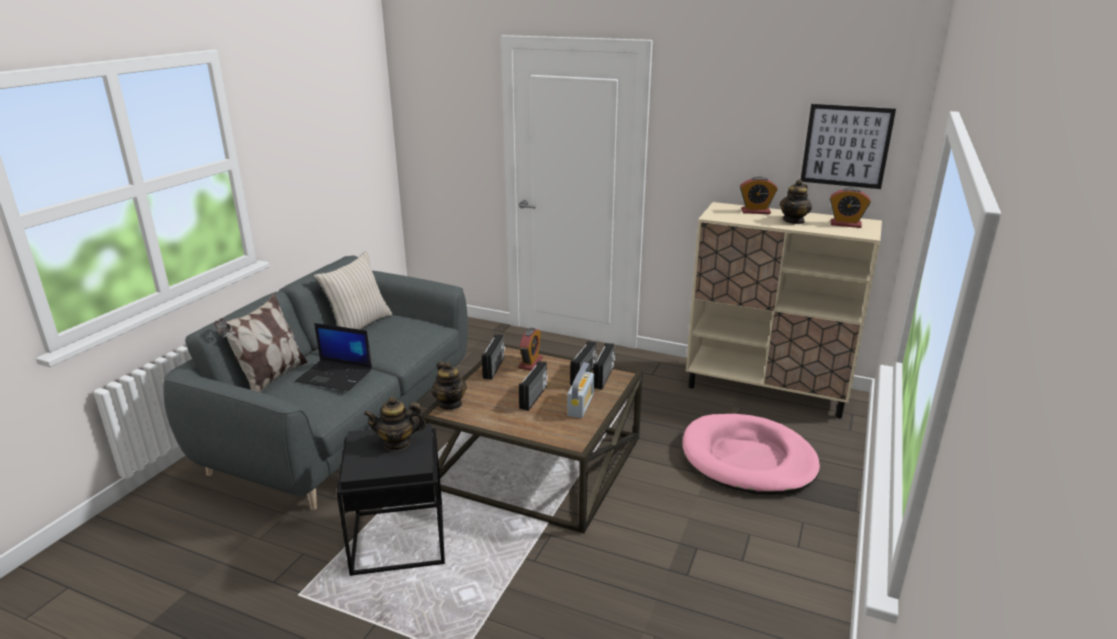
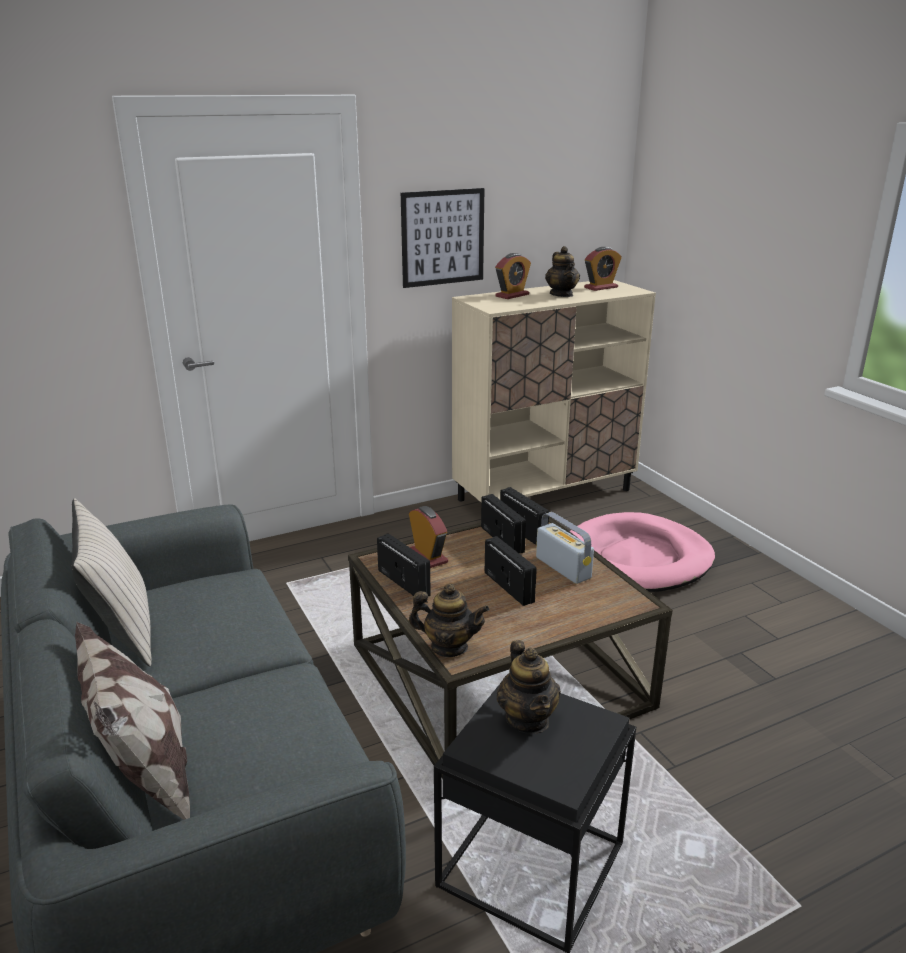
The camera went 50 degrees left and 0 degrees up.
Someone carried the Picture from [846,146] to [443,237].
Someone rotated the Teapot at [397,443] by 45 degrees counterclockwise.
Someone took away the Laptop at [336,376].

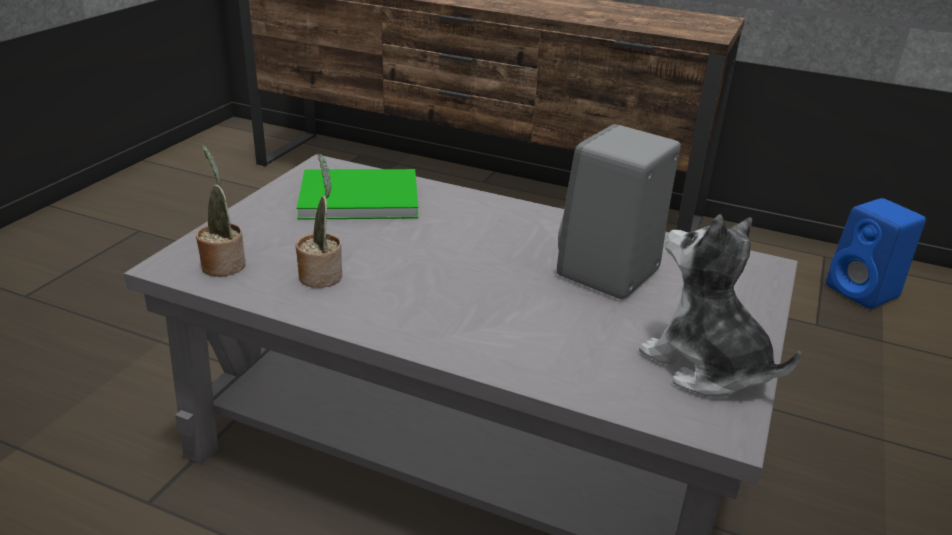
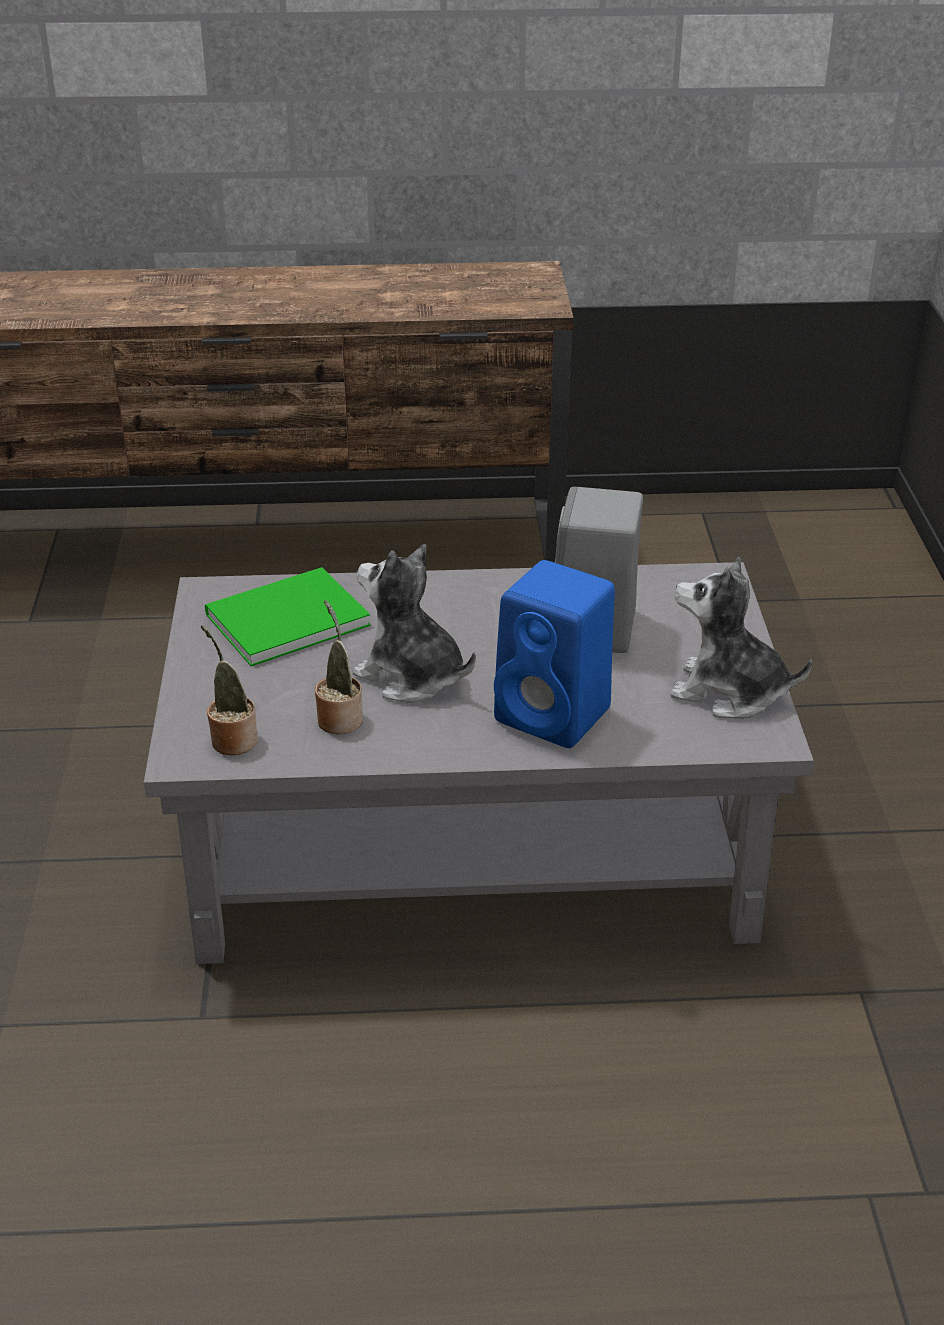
The camera went 25 degrees left and 5 degrees up.
Someone put down the PlushToy at [412,677].
Someone carried the BlueSpeaker from [864,292] to [556,716].

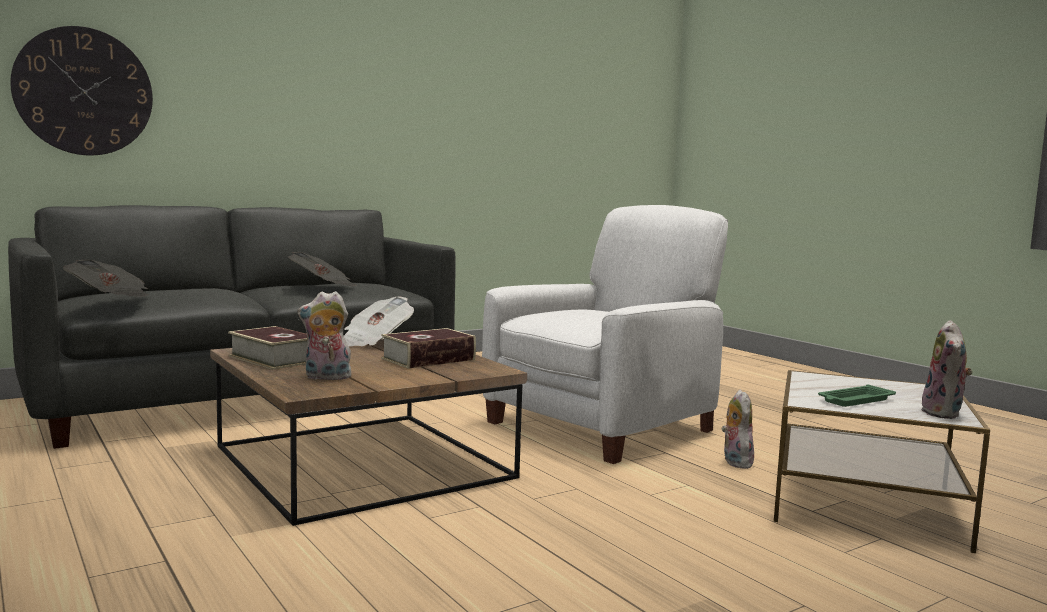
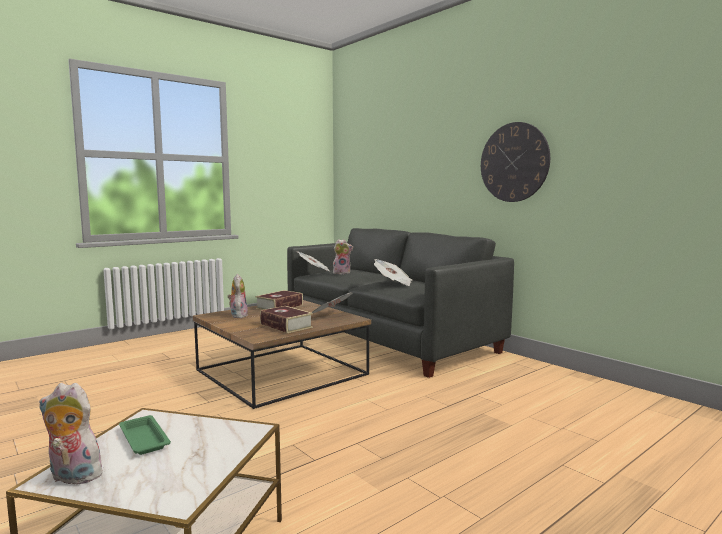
The camera went 85 degrees right and 0 degrees up.
Someone carried the PlushToy from [735,462] to [342,273].
Someone carried the WallClock from [84,91] to [514,162].
Someone took away the WhiteArmchair at [602,426].

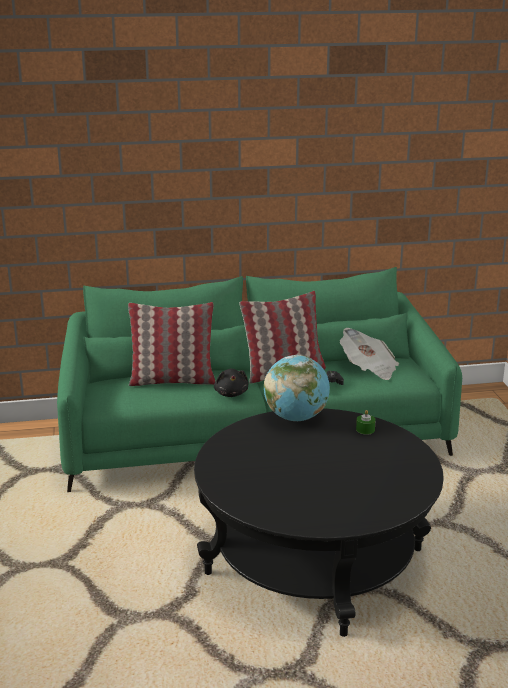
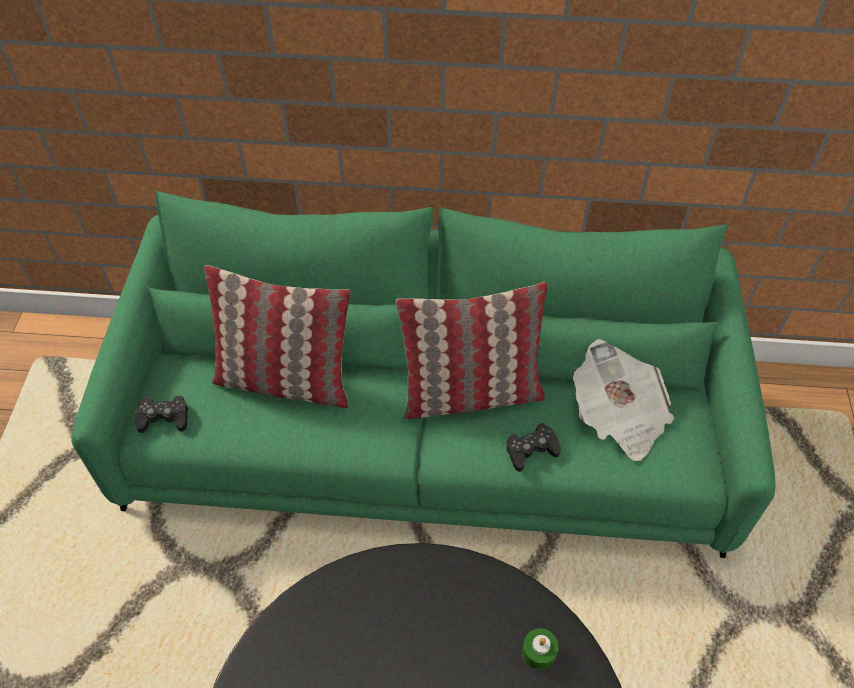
The camera went 15 degrees right and 30 degrees up.
Someone put down the BlackGameController at [164,417].
Someone took away the BlackPlushToy at [231,393].
Someone took away the Globe at [296,418].

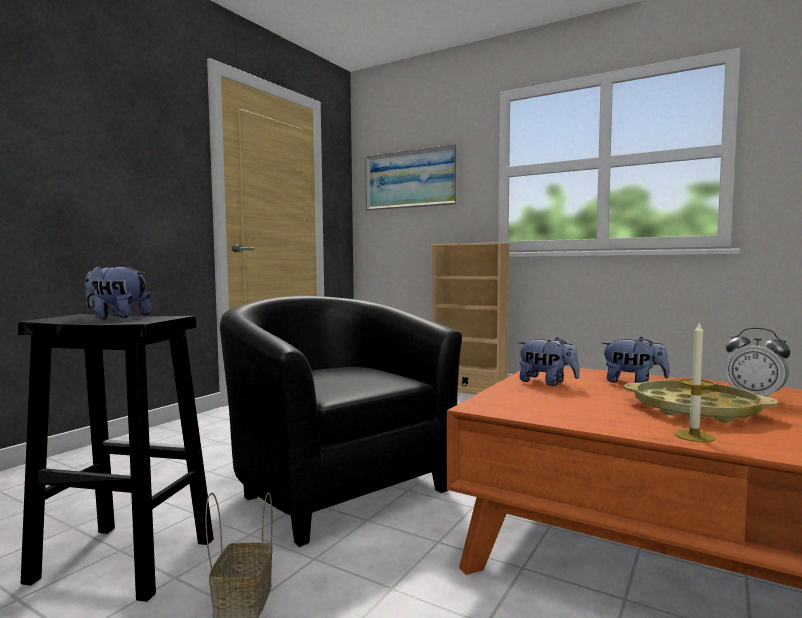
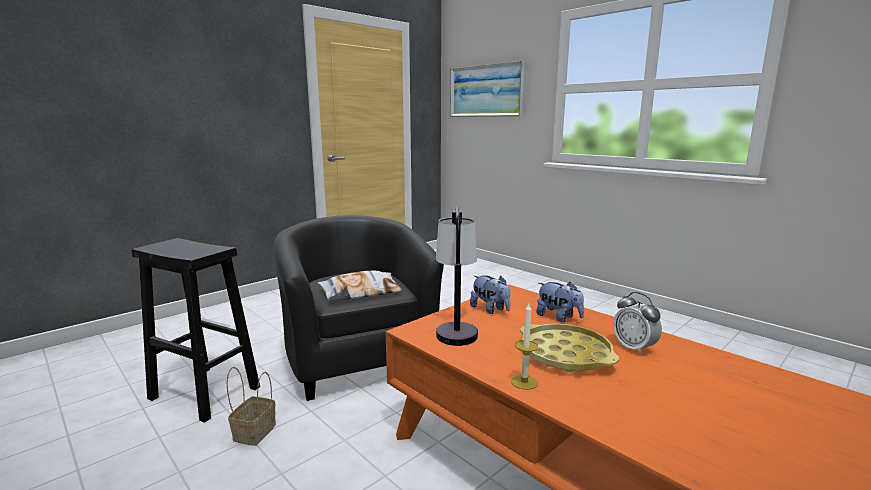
The camera went 15 degrees right and 10 degrees up.
Someone put down the Pillow at [360,292].
Someone put down the TableLamp at [455,327].
Someone took away the PlushToy at [117,317].
Someone took away the BeigeBookcase at [469,390].

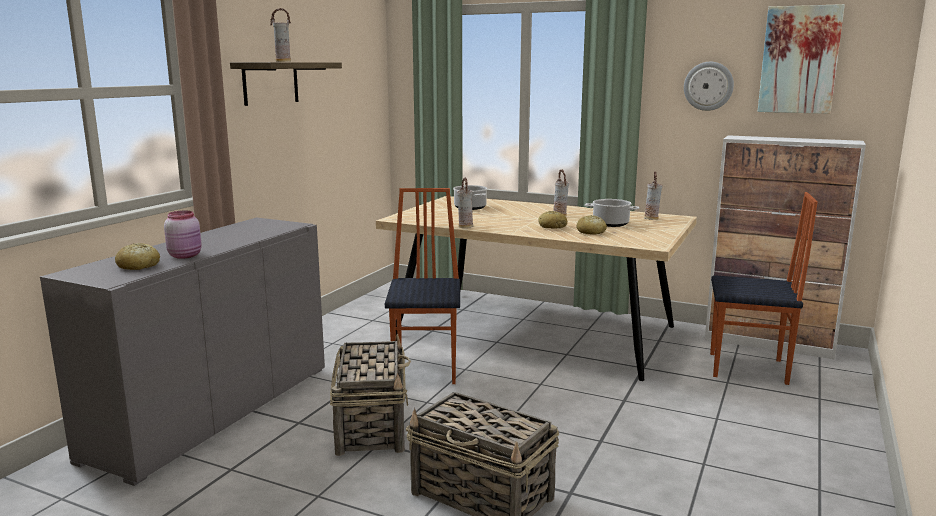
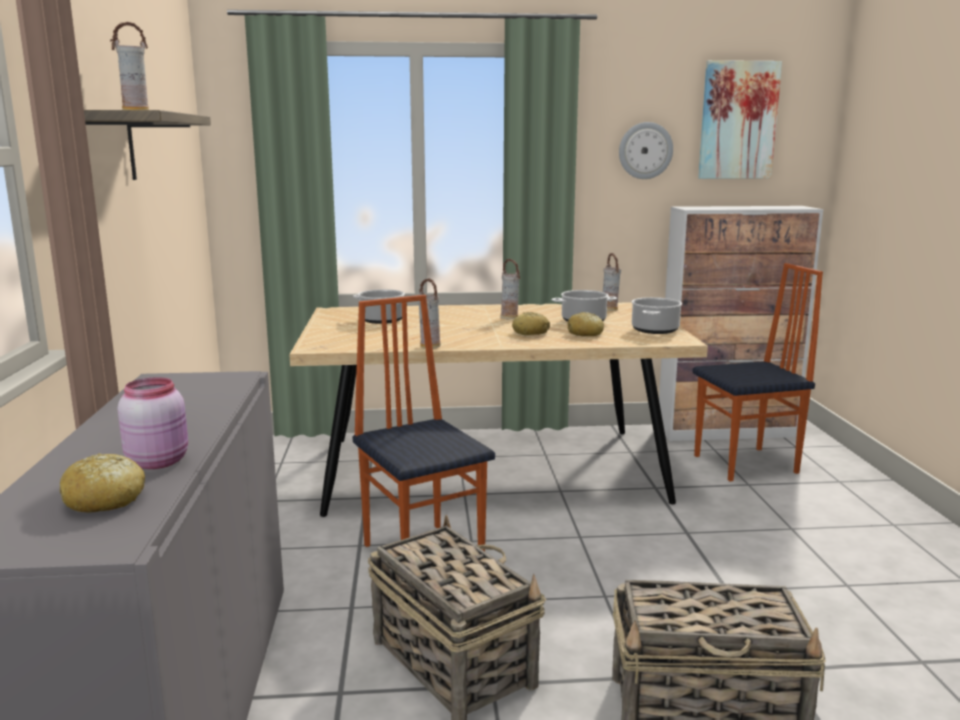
The camera went 30 degrees left and 0 degrees up.
Someone put down the CookingPot at [655,330].

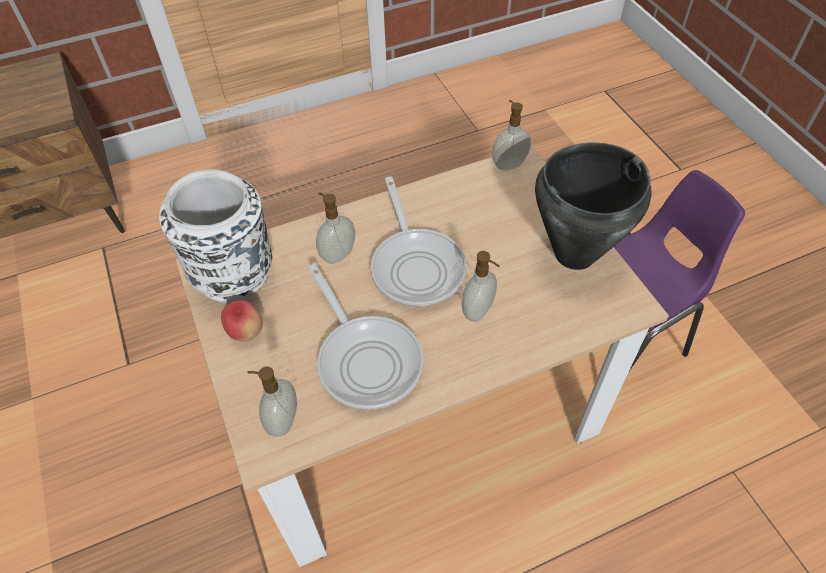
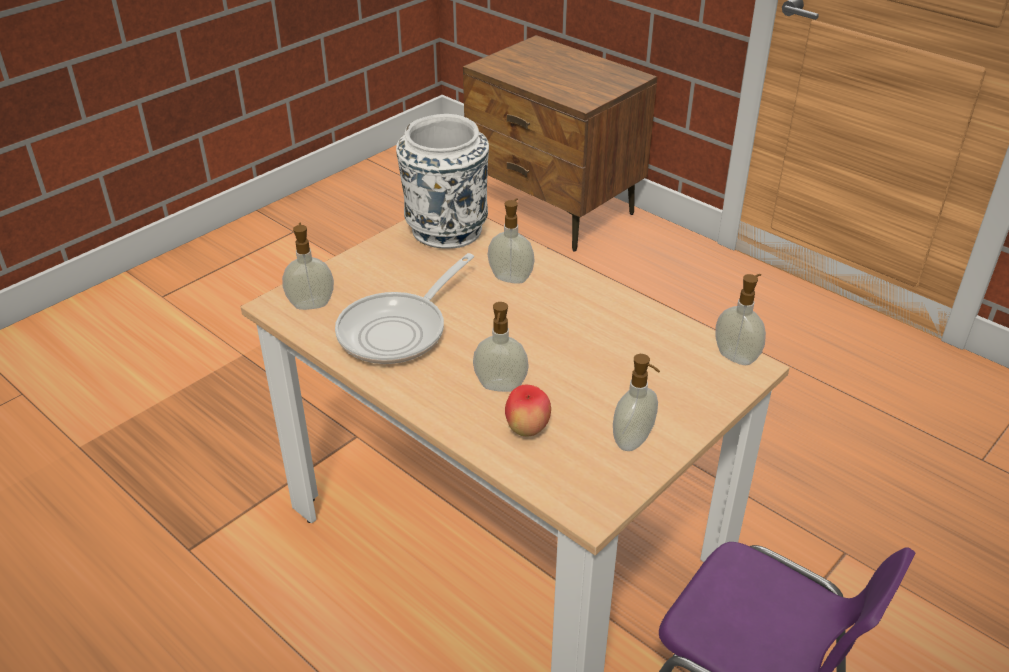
The camera went 65 degrees right and 15 degrees down.
Someone carried the Apple from [246,333] to [527,430].
Someone swapped the BlackCookingPot at [573,254] for the SoapDispenser at [634,441].
Someone took away the FryingPan at [416,265].

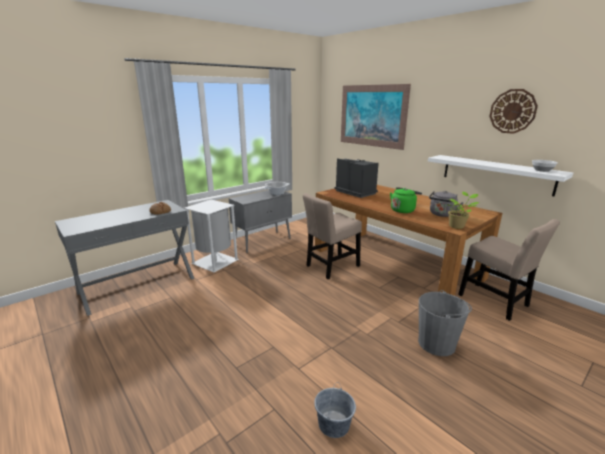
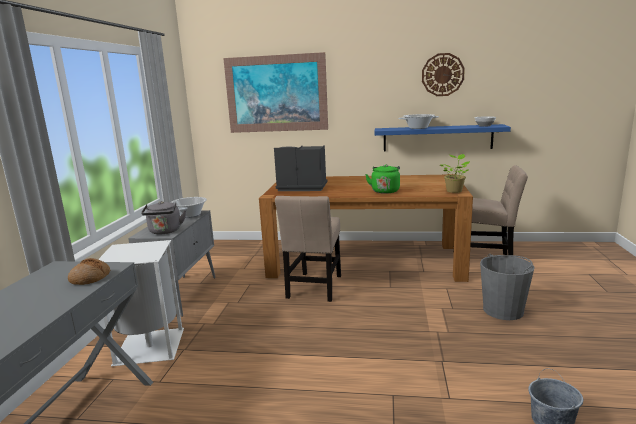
The camera went 40 degrees left and 5 degrees down.
Someone carried the GreyKettle from [442,214] to [165,232].
Someone repainted the WhiteShelf at [496,174], which became the BlueShelf at [437,138].
Someone put down the CookingPot at [418,128].

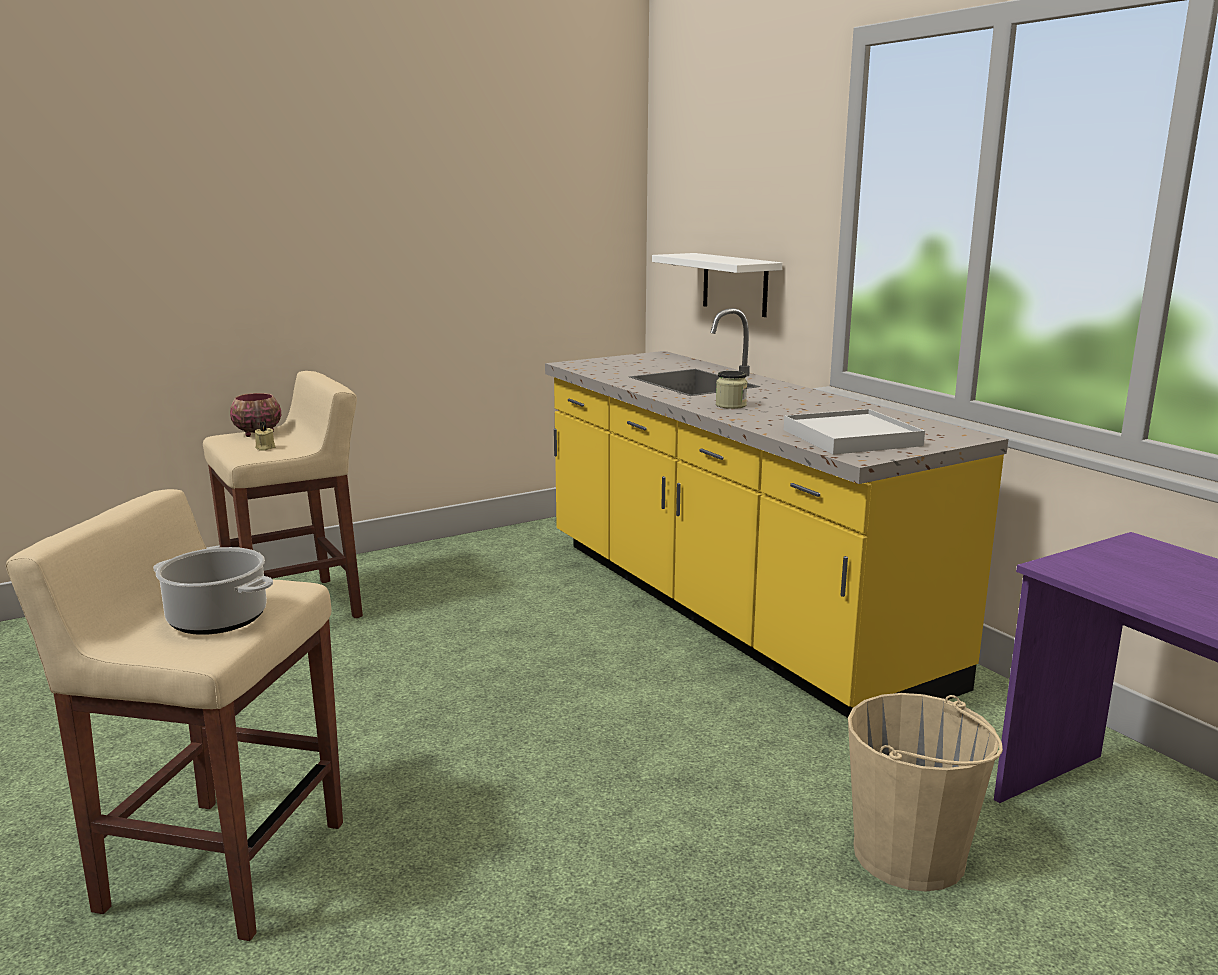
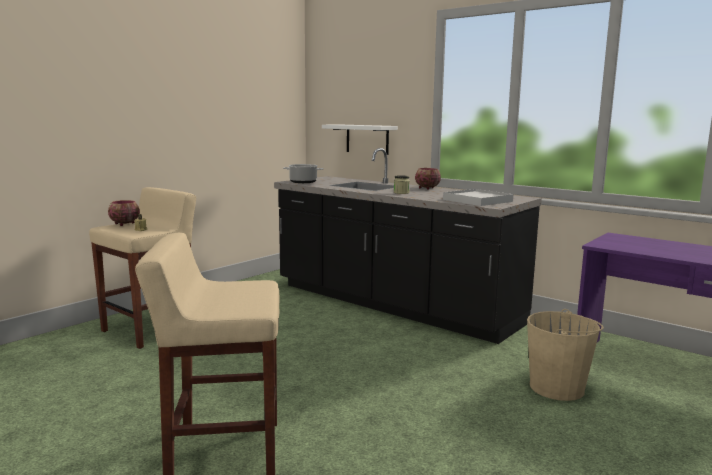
The camera went 20 degrees left and 5 degrees down.
Someone repainted the YellowCounter at [729,610], which became the BlackCounter at [393,304].
Someone carried the CookingPot from [216,619] to [302,182].
Someone put down the Bowl at [426,188].

